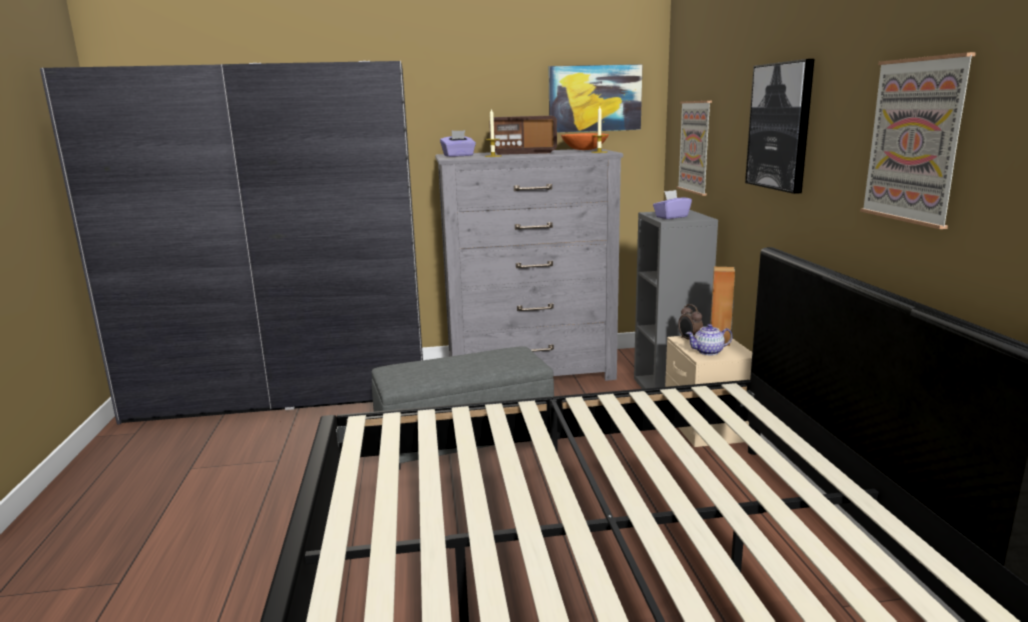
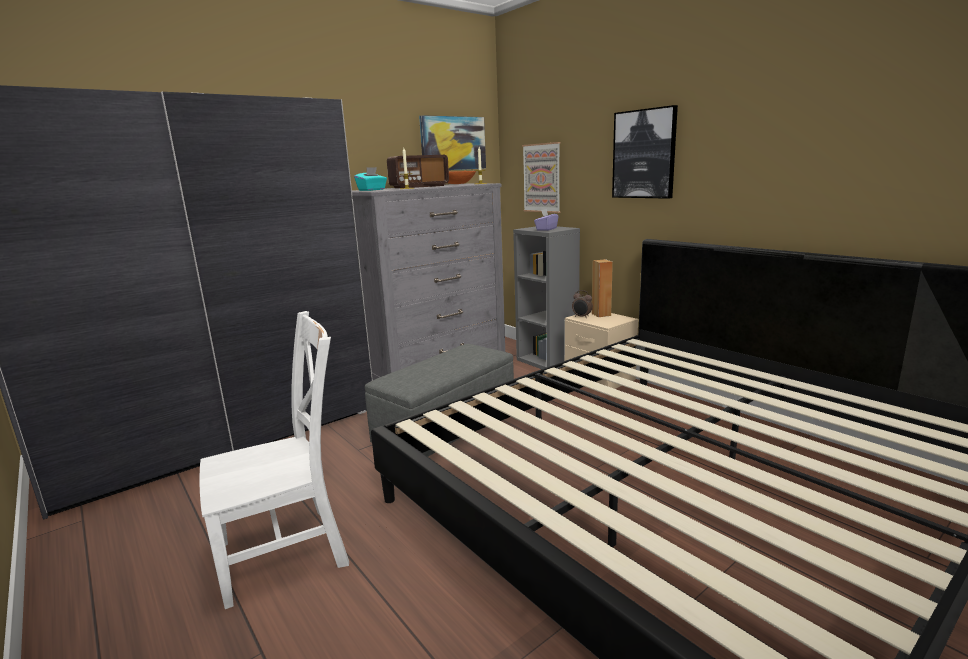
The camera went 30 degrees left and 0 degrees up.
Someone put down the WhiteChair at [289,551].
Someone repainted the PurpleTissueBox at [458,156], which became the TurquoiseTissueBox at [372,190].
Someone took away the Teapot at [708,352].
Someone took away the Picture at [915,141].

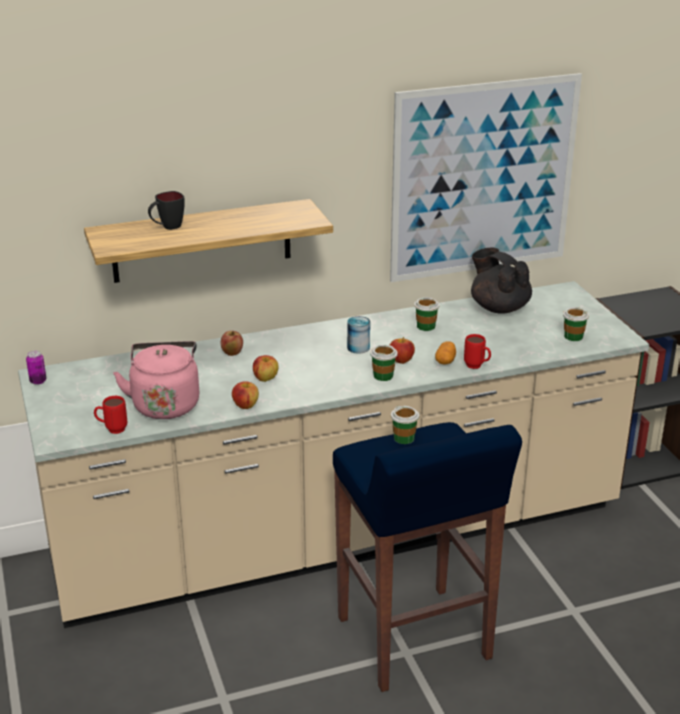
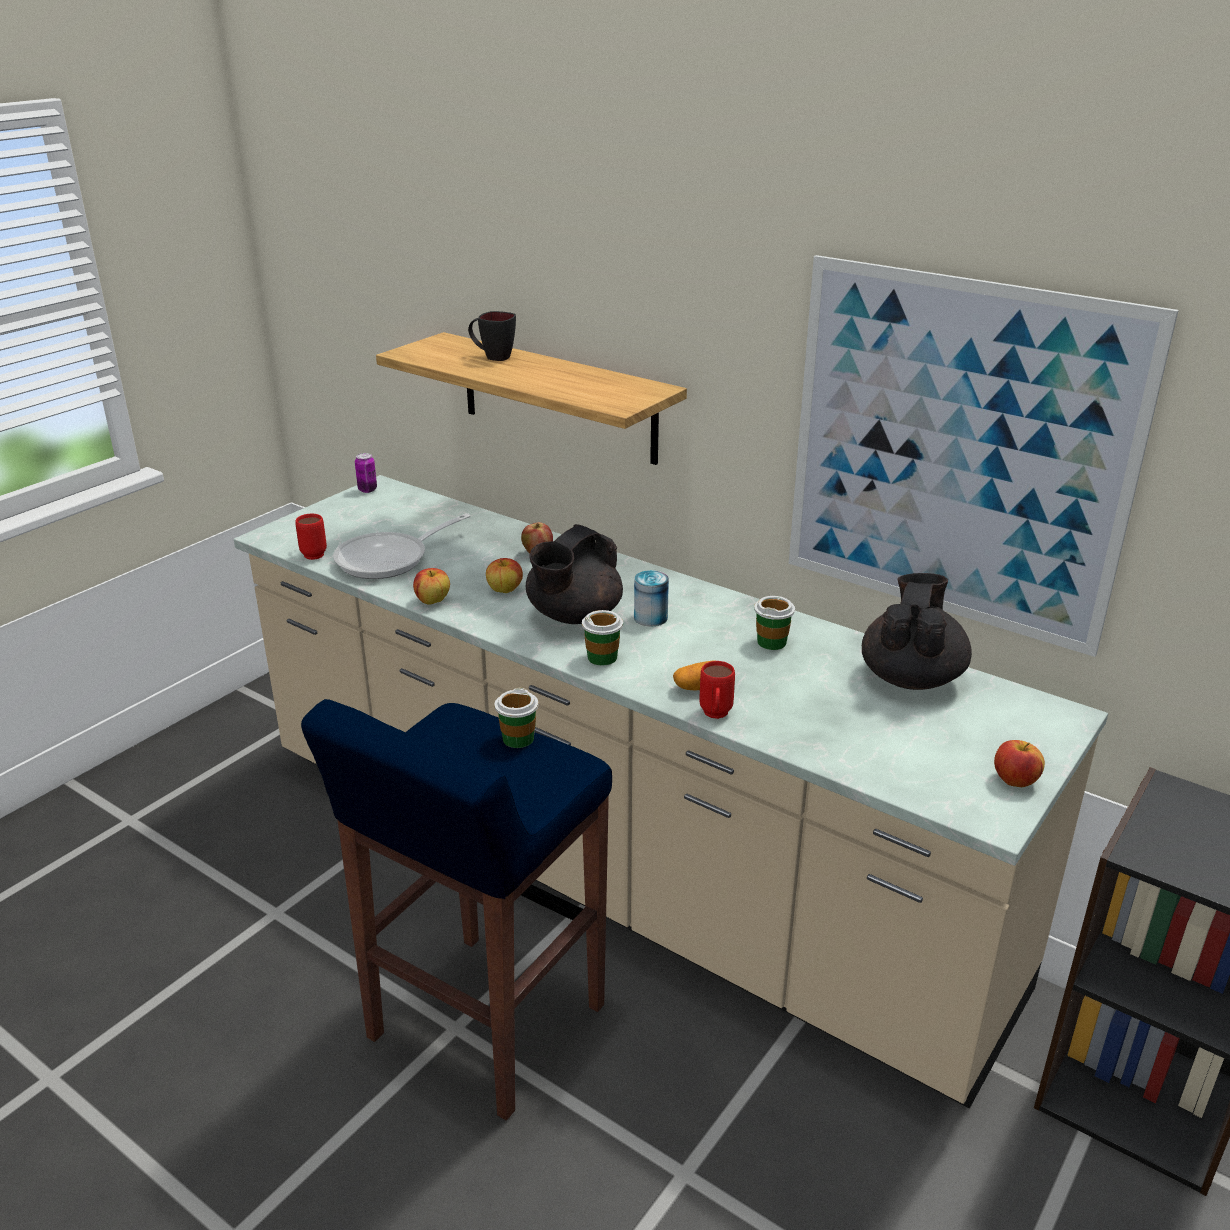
The camera went 55 degrees right and 0 degrees up.
Someone swapped the PinkKettle at [165,404] for the FryingPan at [389,559].
Someone put down the BlackTeapot at [573,616].
Someone carried the Apple from [401,360] to [1015,780].
Someone took away the Cup at [573,336].

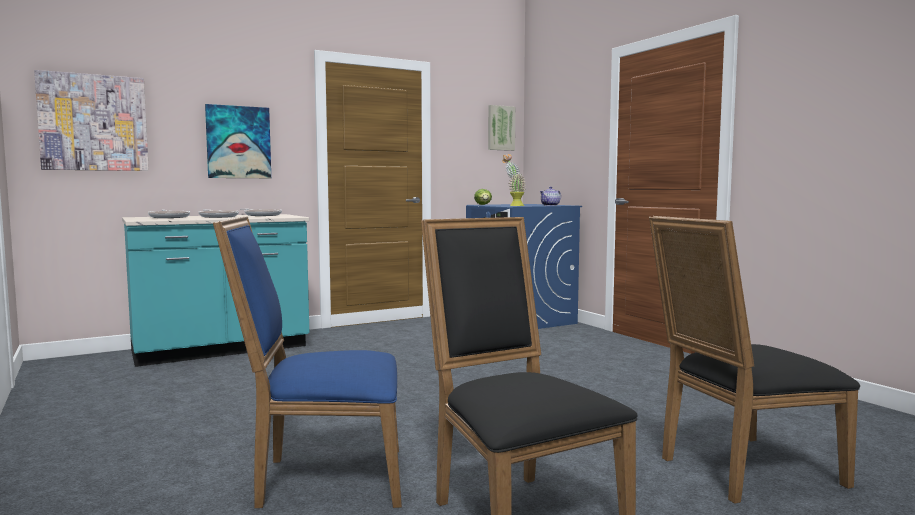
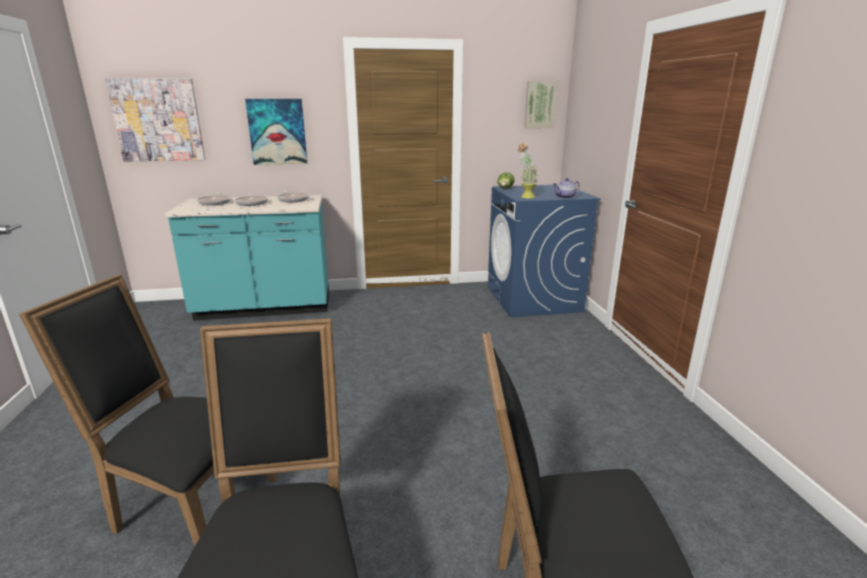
The camera went 20 degrees right and 15 degrees up.
Someone repainted the BlueChair at [323,479], which became the BlackChair at [189,505].

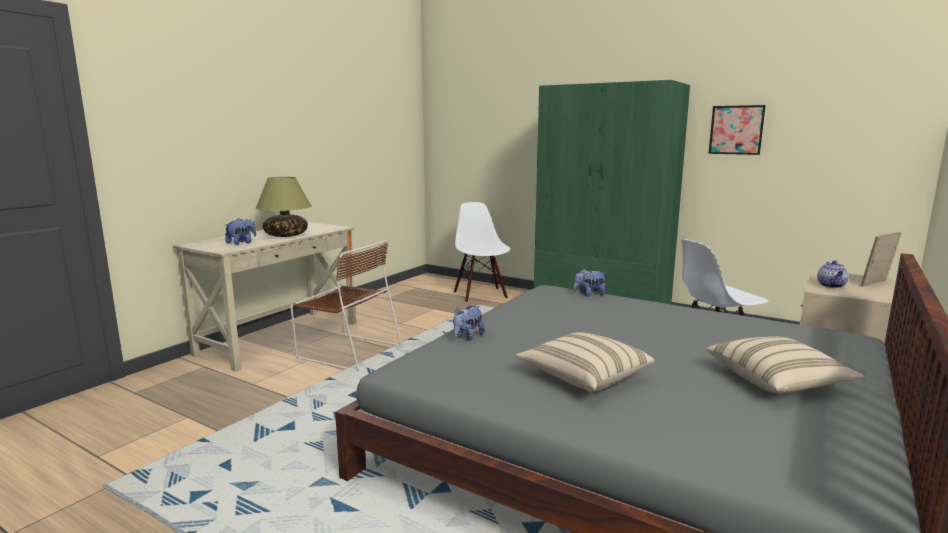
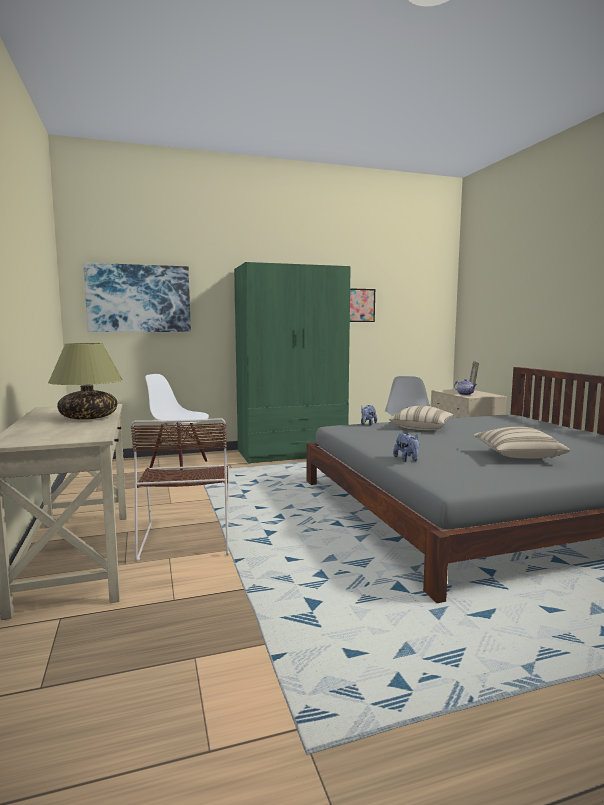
The camera went 50 degrees left and 5 degrees down.
Someone put up the Picture at [139,298].
Someone rotated the BrownChair at [347,351] by 105 degrees clockwise.
Someone carried the BeigePillow from [778,381] to [421,428].
Someone took away the PlushToy at [241,243].

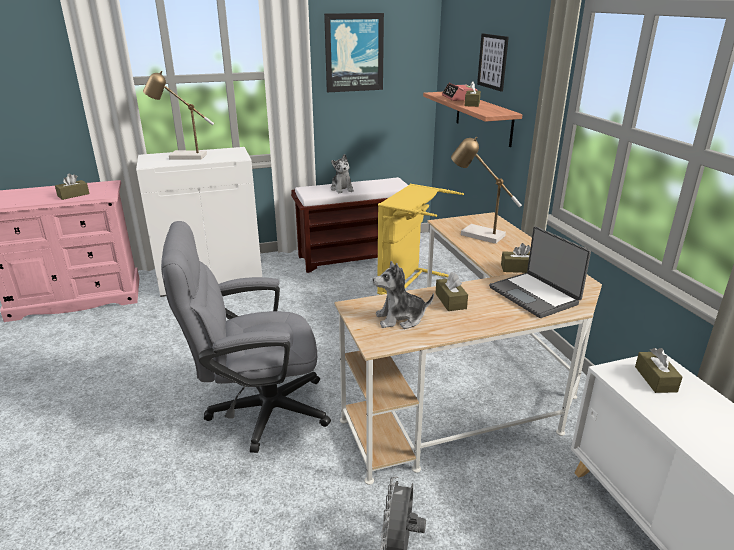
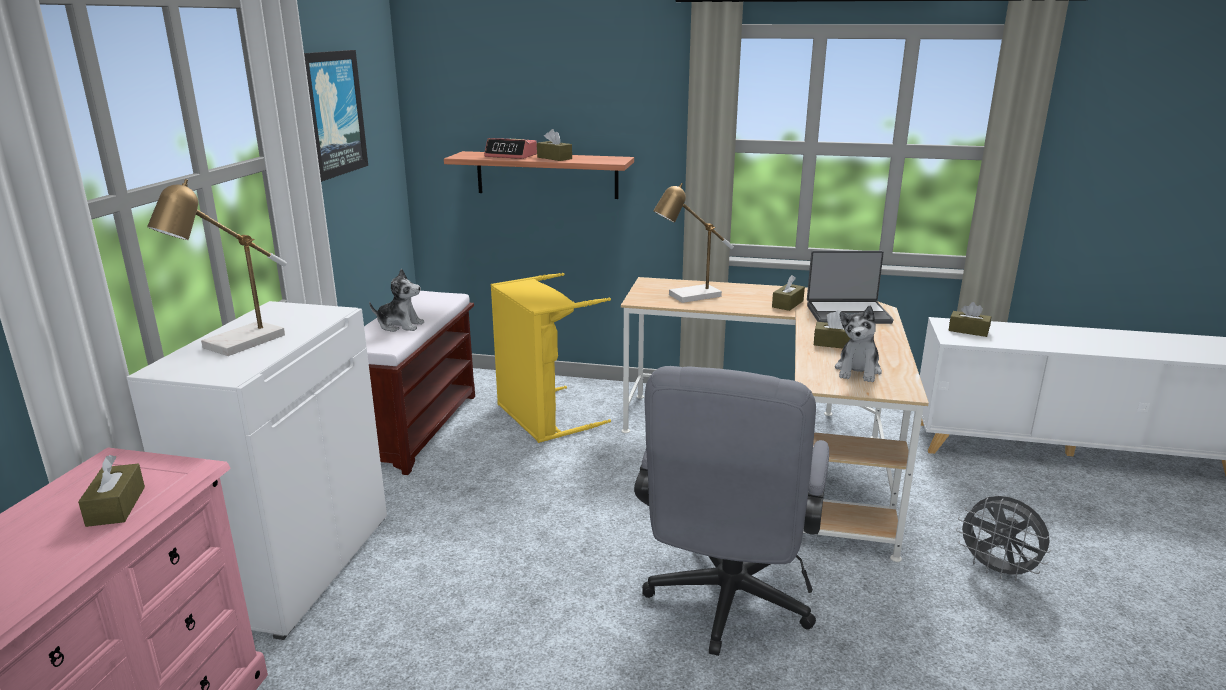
The camera went 60 degrees left and 5 degrees down.
Someone took away the Picture at [492,61].

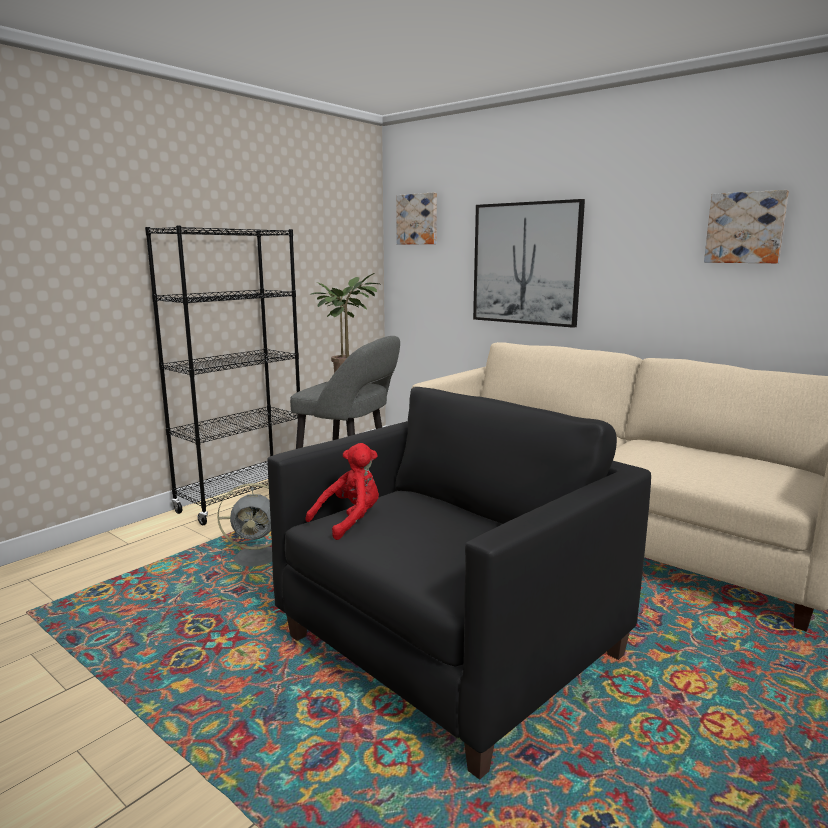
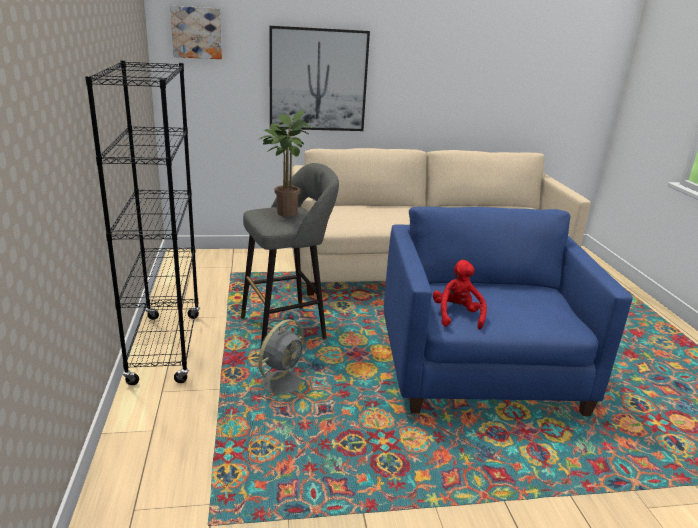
The camera went 50 degrees left and 10 degrees up.
Someone repainted the BlackArmchair at [449,645], which became the BlueArmchair at [479,370].
Someone took away the Picture at [745,228].

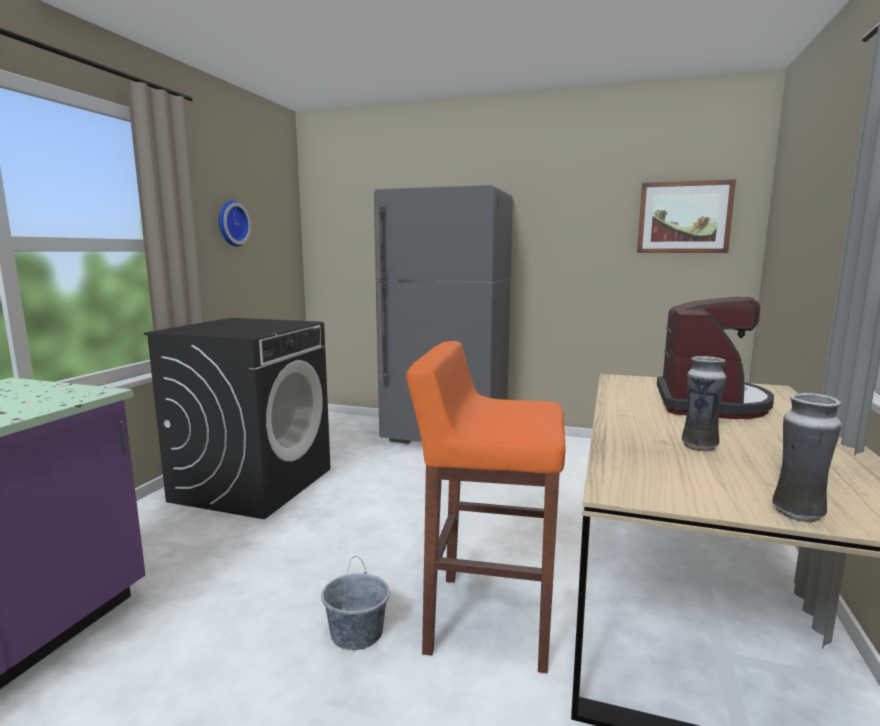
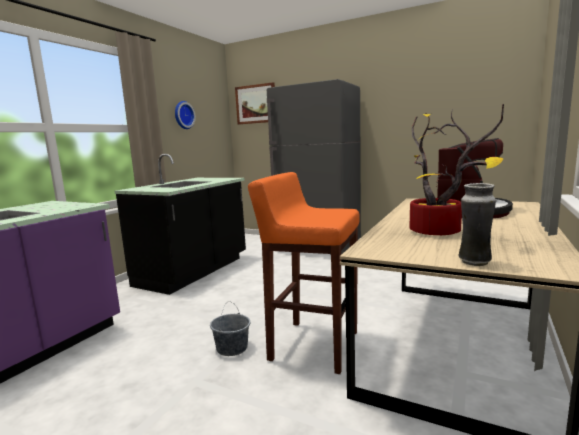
The camera went 10 degrees right and 0 degrees up.
Someone swapped the BlackWashingMachine at [253,484] for the BlackCounter at [194,272].
Someone carried the Picture from [684,217] to [256,104].
Someone swapped the Vase at [699,446] for the PottedPlant at [439,232].

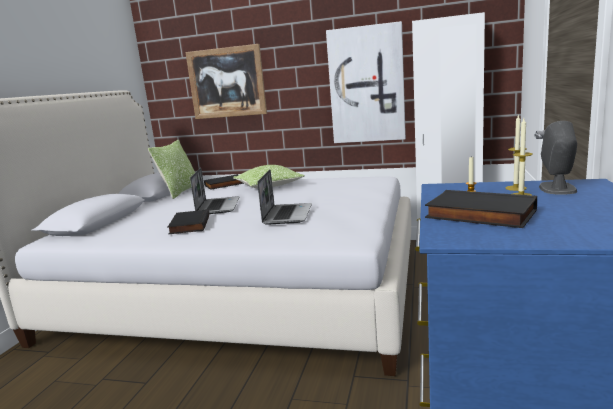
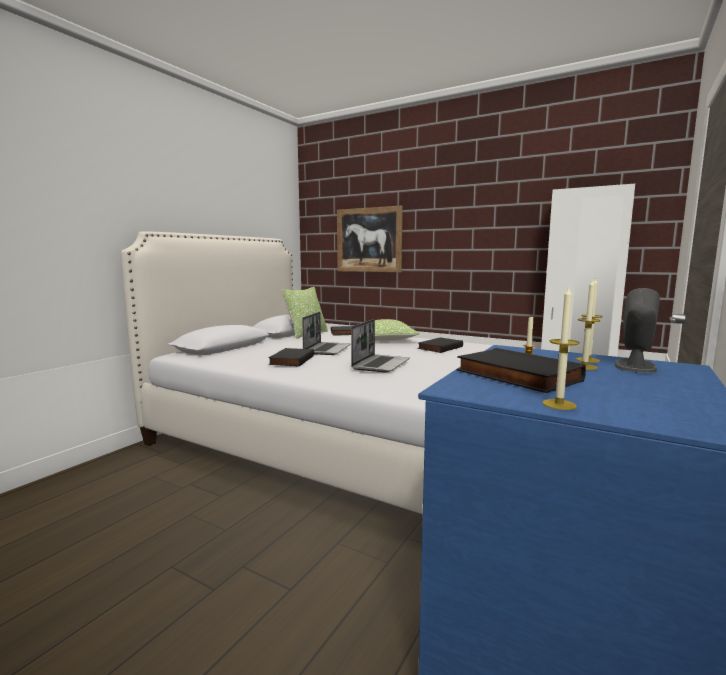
The camera went 15 degrees right and 5 degrees down.
Someone put down the BlackBook at [439,347].
Someone put down the Candle at [559,404].
Someone took away the Picture at [366,85].

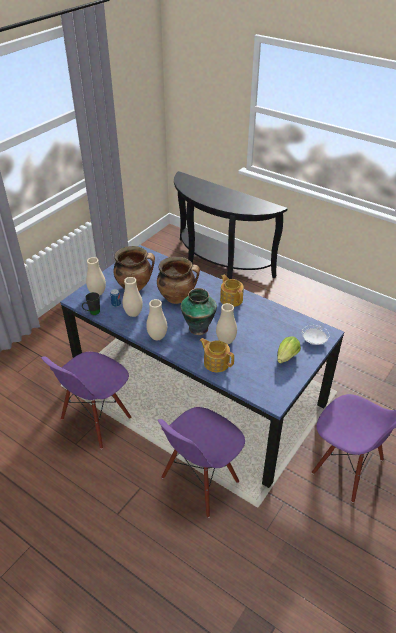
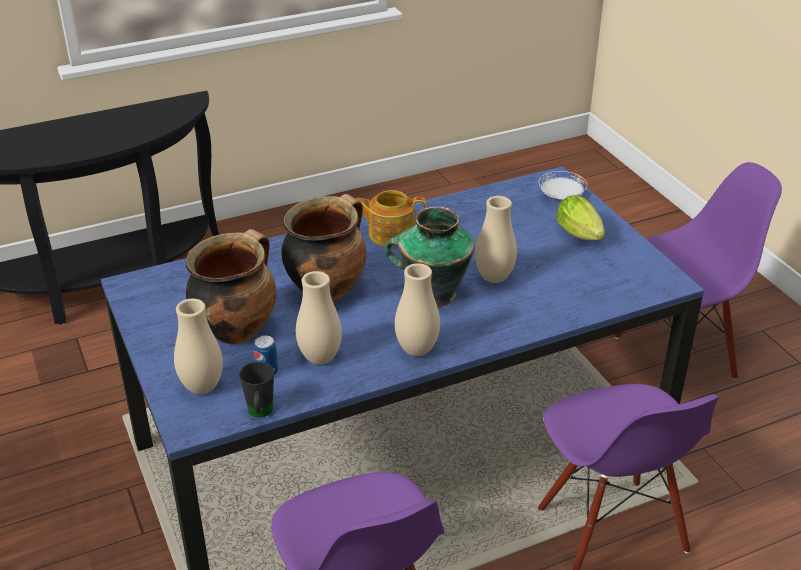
The camera went 60 degrees left and 5 degrees down.
Someone took away the Teapot at [216,362].

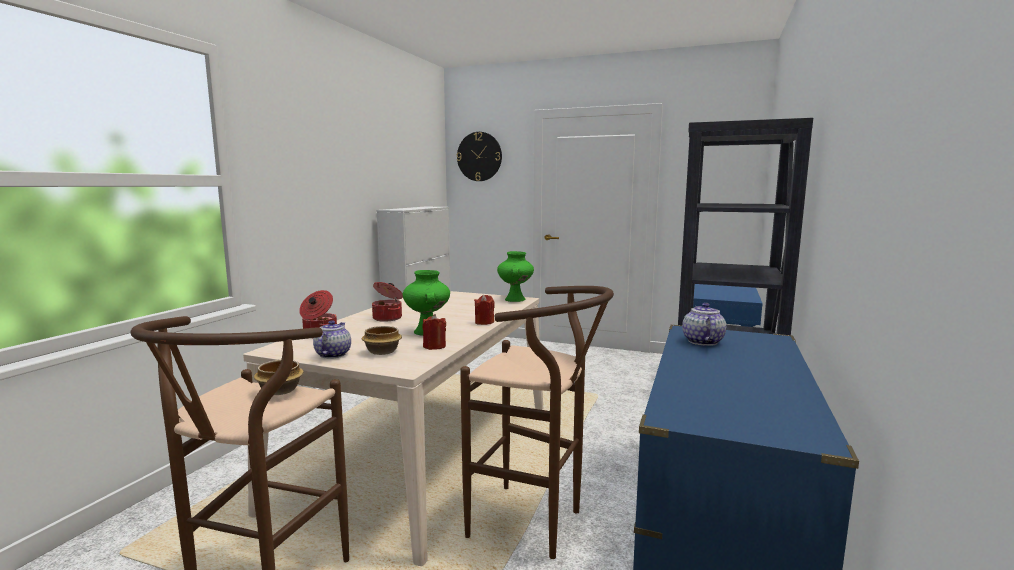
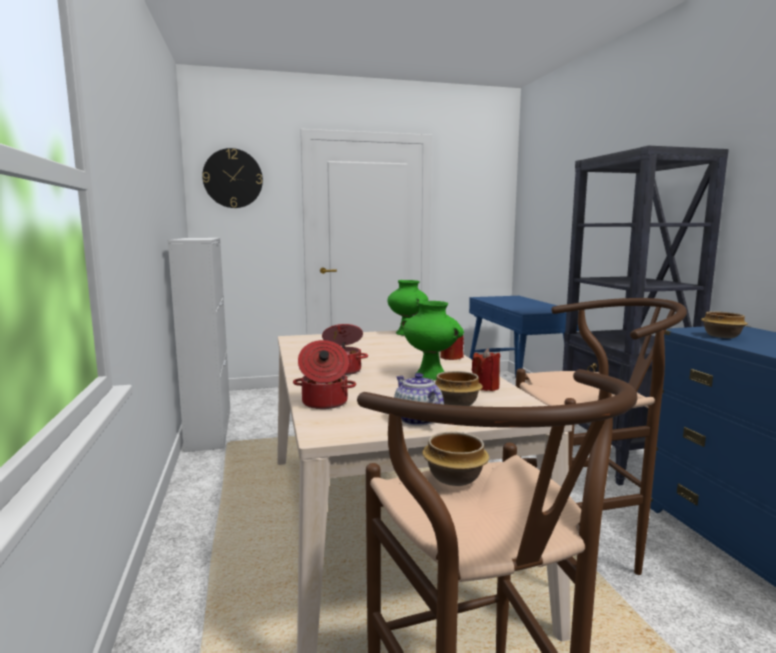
The camera went 35 degrees left and 0 degrees up.
Someone swapped the Teapot at [702,341] for the Bowl at [721,336].

